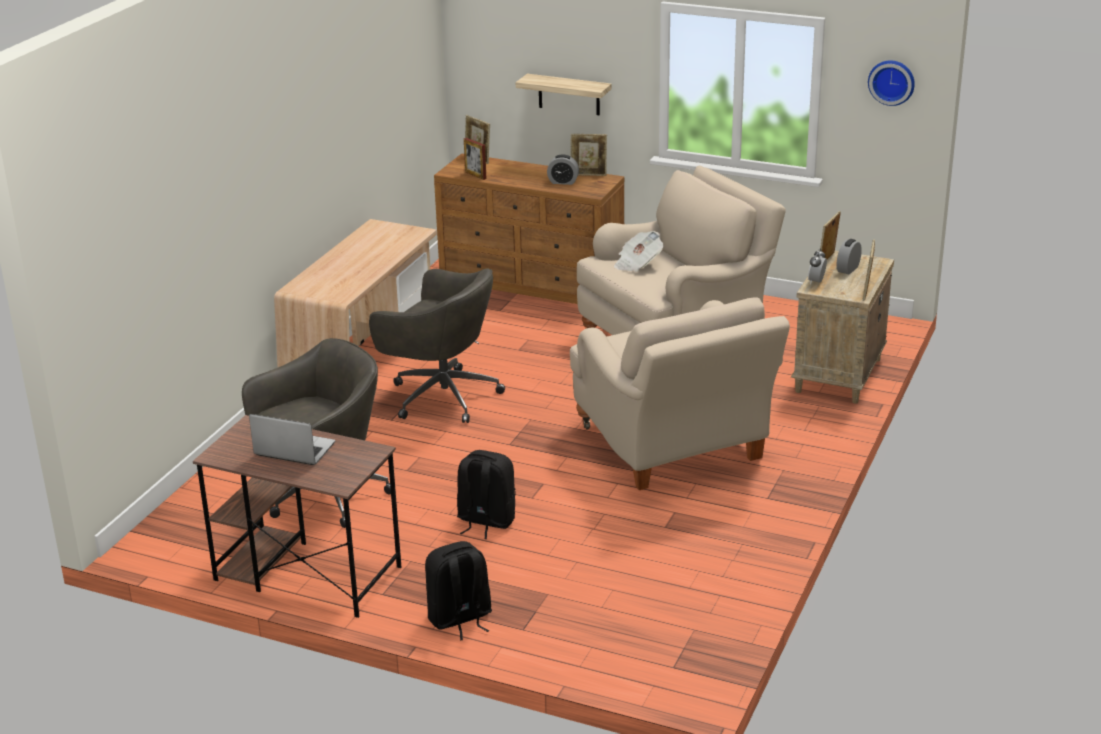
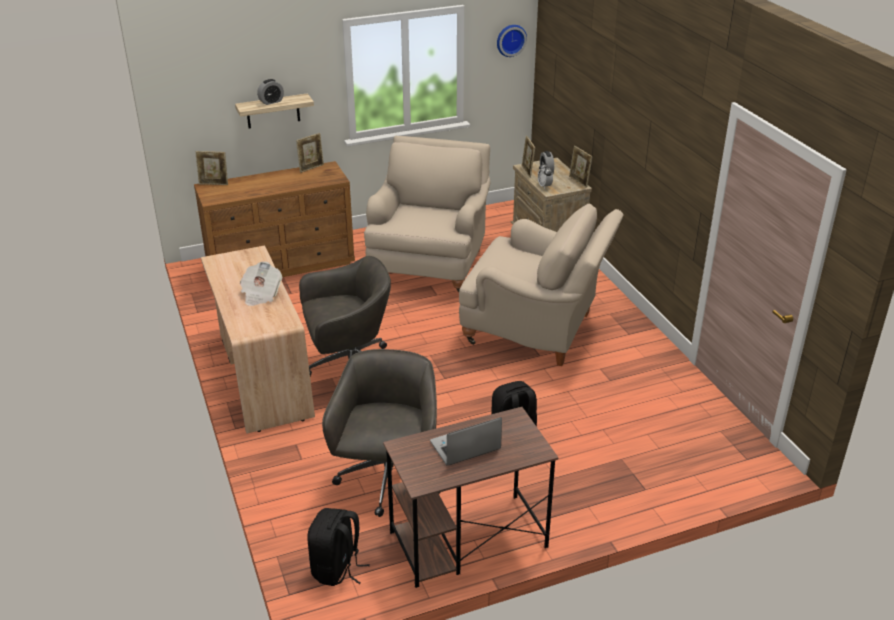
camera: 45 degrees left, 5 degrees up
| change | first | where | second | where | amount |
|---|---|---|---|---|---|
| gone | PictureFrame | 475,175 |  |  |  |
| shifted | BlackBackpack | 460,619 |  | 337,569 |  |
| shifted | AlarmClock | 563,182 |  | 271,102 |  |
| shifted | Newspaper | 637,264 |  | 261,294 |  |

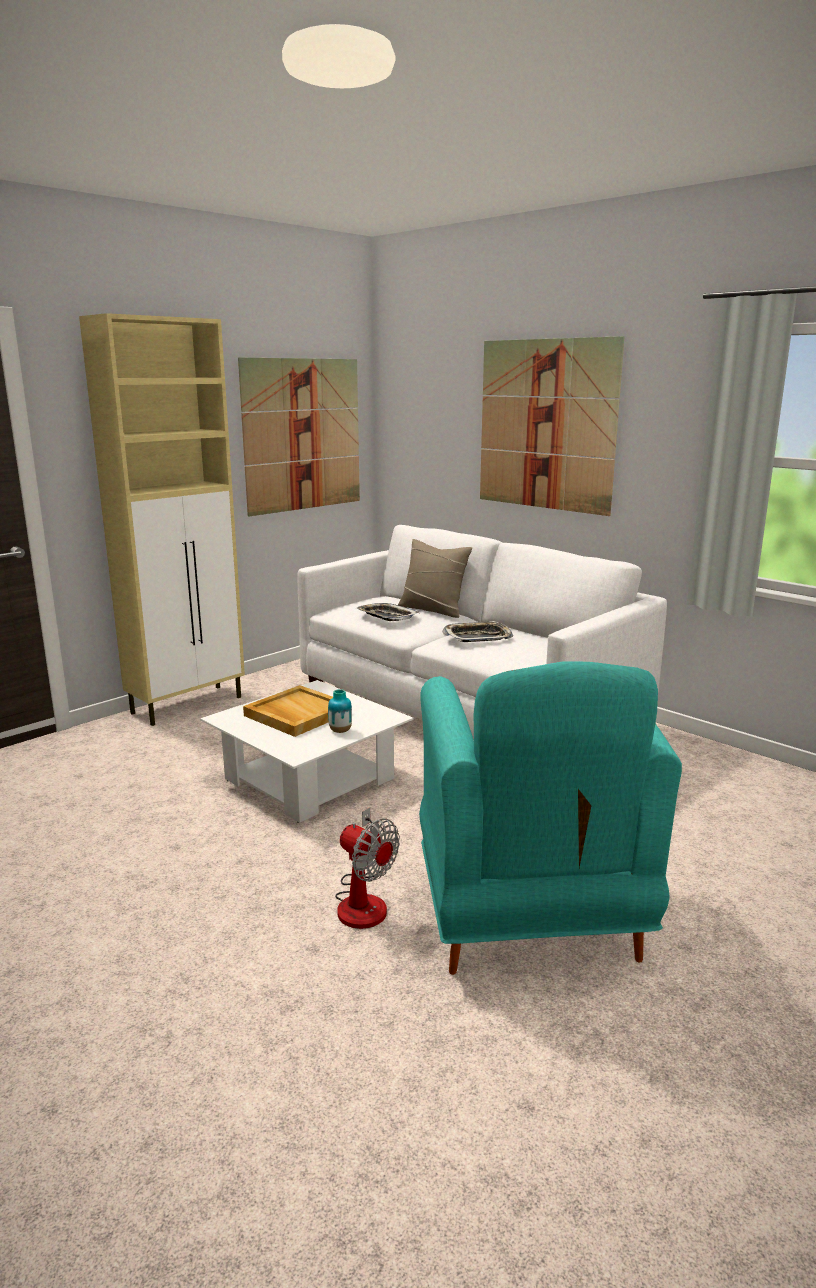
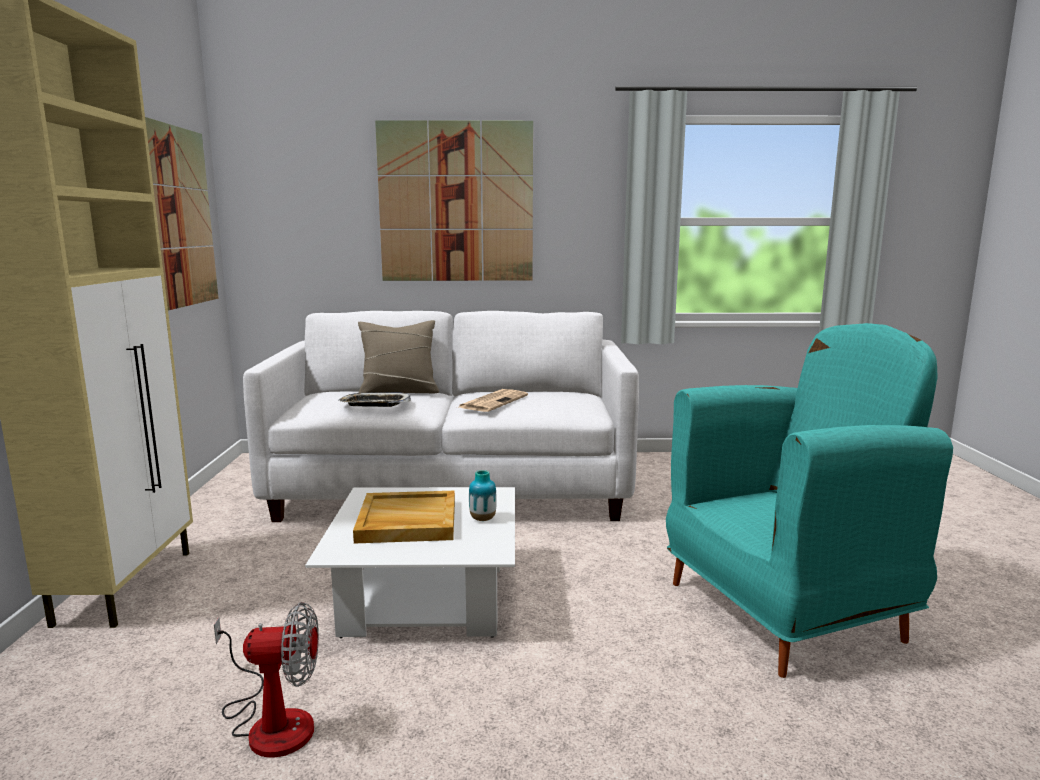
camera: 45 degrees left, 5 degrees down
| change | first | where | second | where | amount |
|---|---|---|---|---|---|
| shifted | Fan | 363,900 |  | 271,721 |  |
| swapped | Tray | 477,637 | Newspaper | 493,401 |  |
| rotated | TurquoiseArmchair | 529,919 |  | 785,610 | 60 degrees counterclockwise |

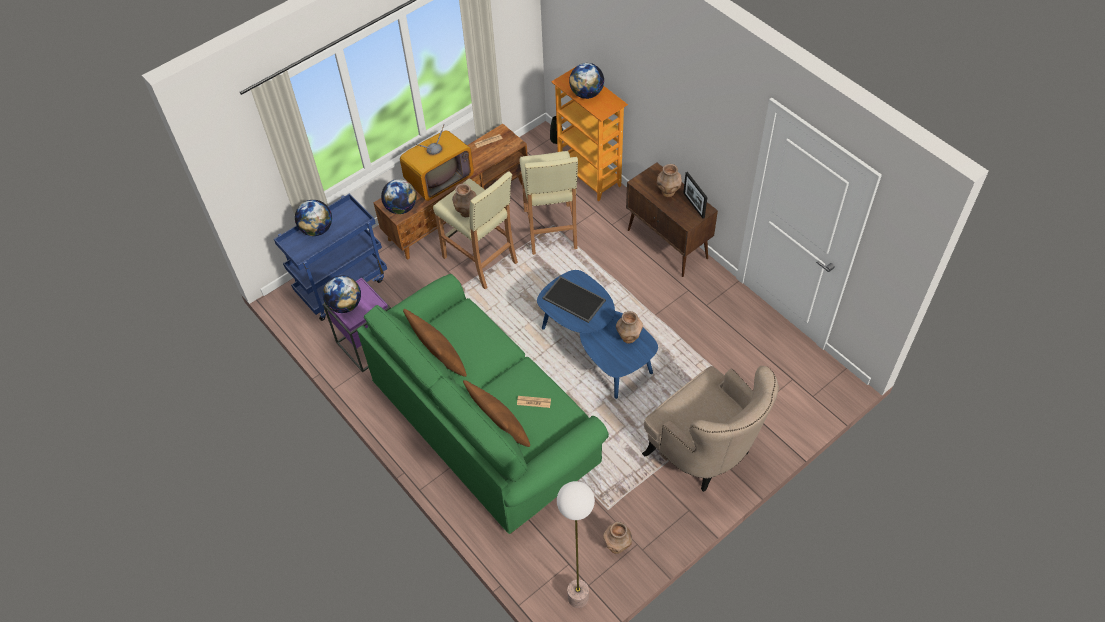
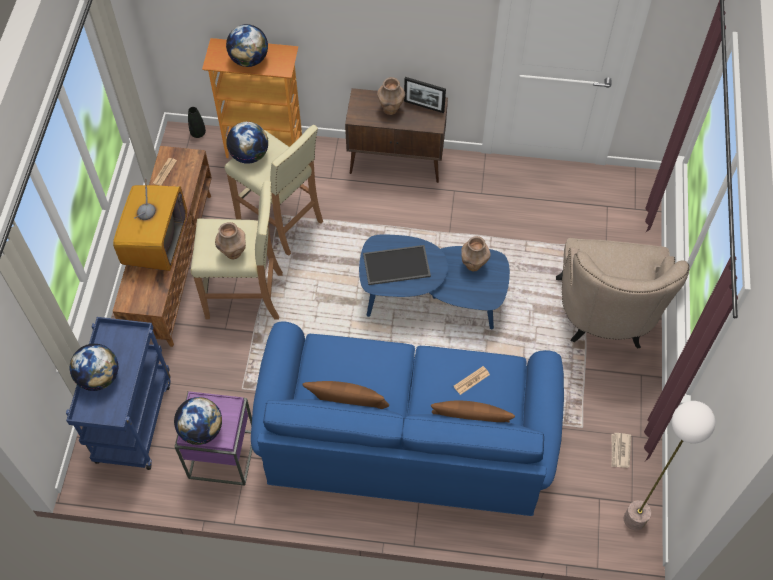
camera: 45 degrees left, 5 degrees up
| change | first | where | second | where | amount |
|---|---|---|---|---|---|
| shifted | Globe | 401,208 |  | 249,155 |  |
| swapped | BrownVase | 617,546 | Newspaper | 620,451 |  |
| repainted | GreenSofa | 484,422 | BlueSofa | 406,439 |  |
| rotated | BeigeArmchair | 705,452 |  | 605,318 | 90 degrees clockwise |

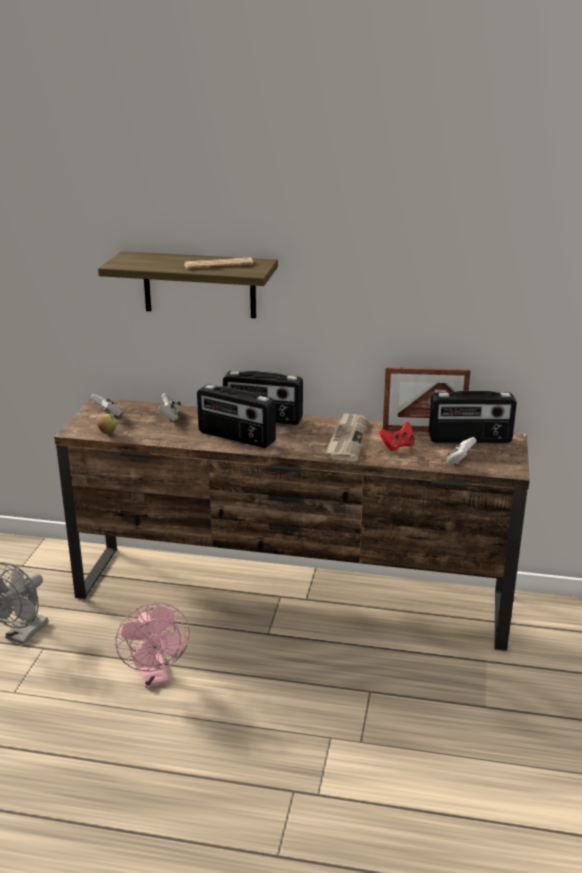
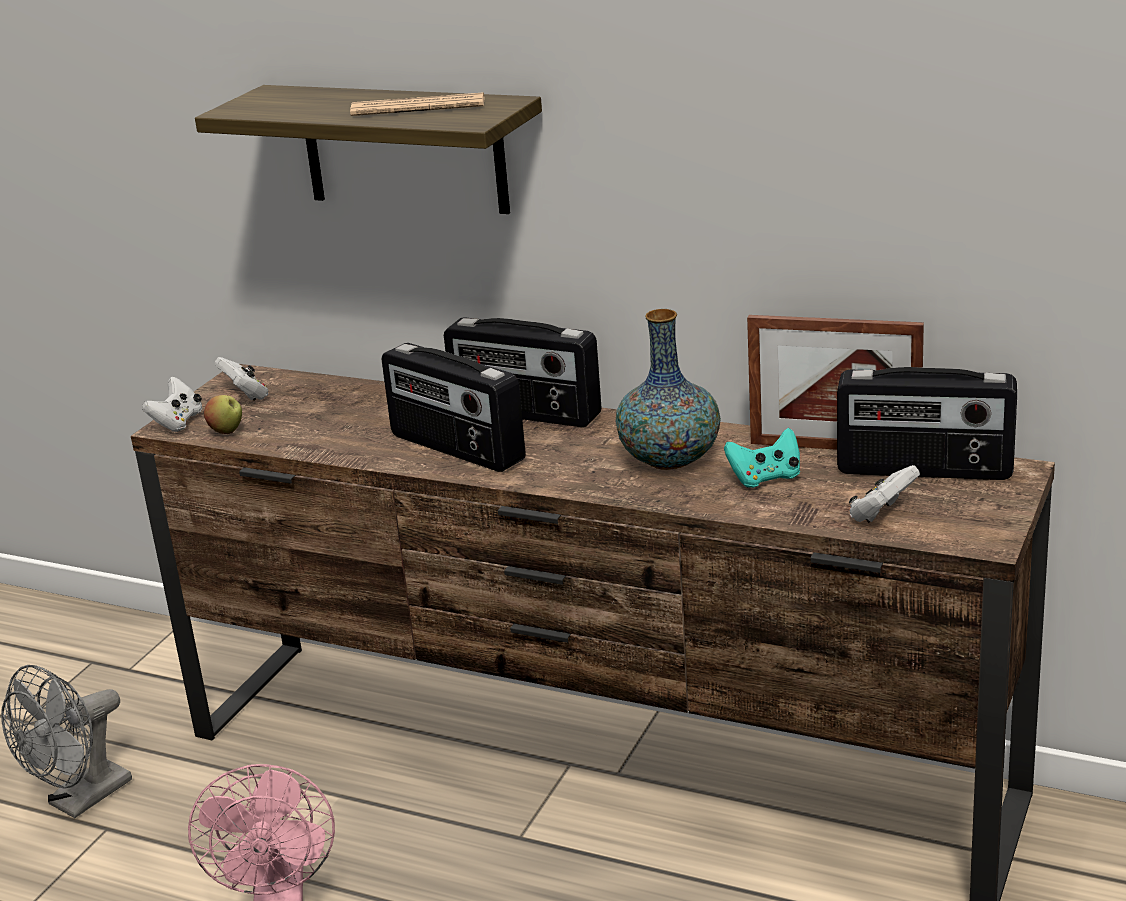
camera: 15 degrees right, 0 degrees up
| change | first | where | second | where | amount |
|---|---|---|---|---|---|
| shifted | WhiteGameController | 170,416 |  | 177,422 |  |
| swapped | Newspaper | 347,439 | Vase | 669,459 |  |
| repainted | RedGameController | 397,446 | TurquoiseGameController | 765,478 |  |

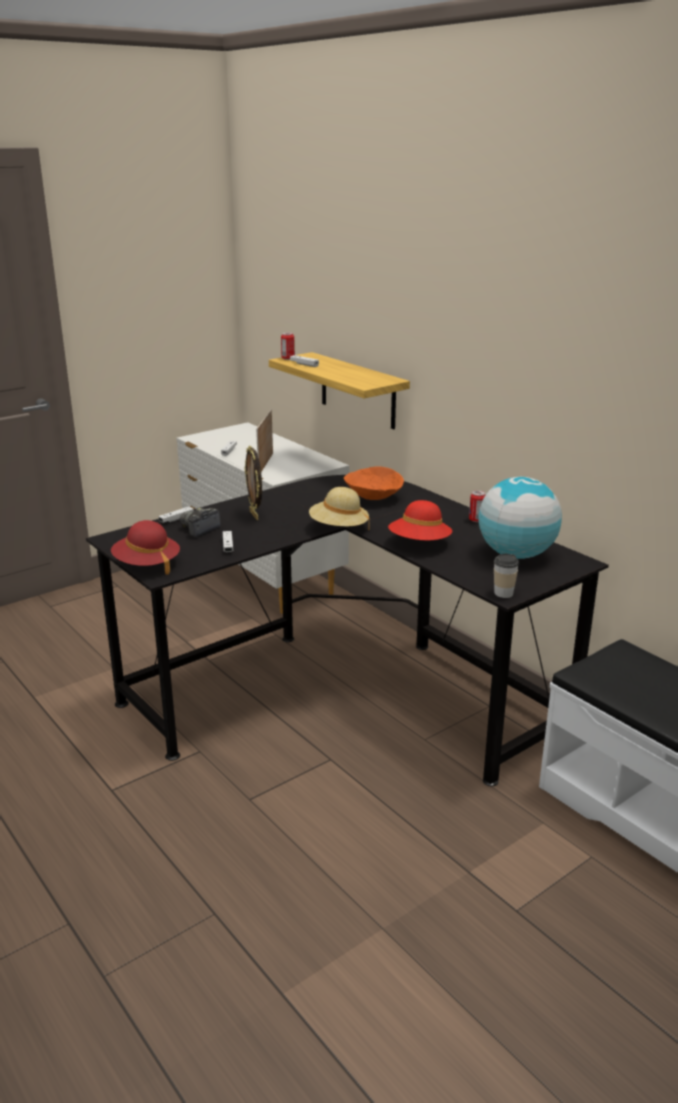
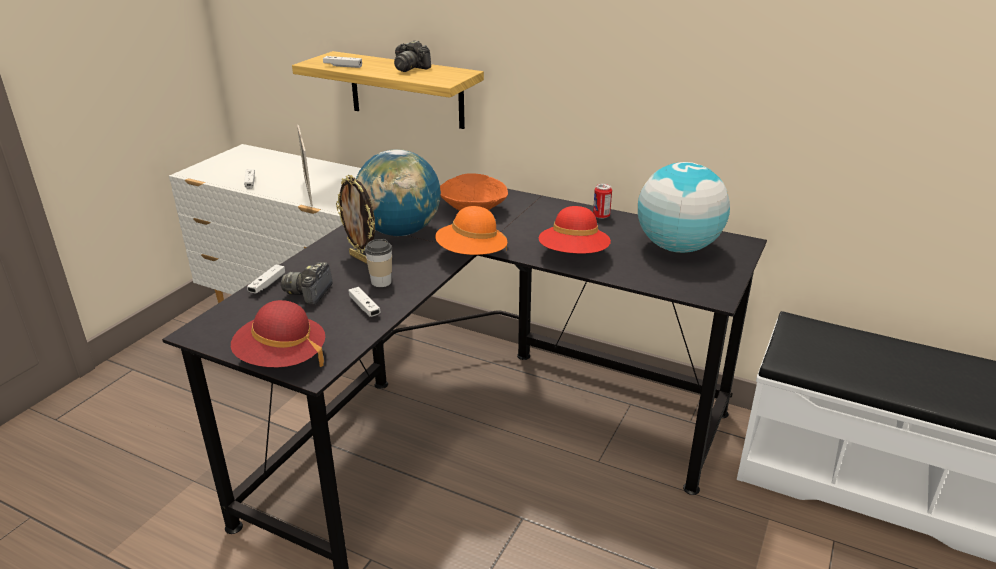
camera: 25 degrees left, 5 degrees up
| change | first | where | second | where | amount |
|---|---|---|---|---|---|
| gone | Can | 288,358 |  |  |  |
| new |  |  | Globe | 400,232 |  |
| new |  |  | PhotoCamera | 410,68 |  |
| shifted | Cup | 503,593 |  | 381,282 |  |
| repainted | BeigeHat | 338,528 | OrangeHat | 471,255 |  |

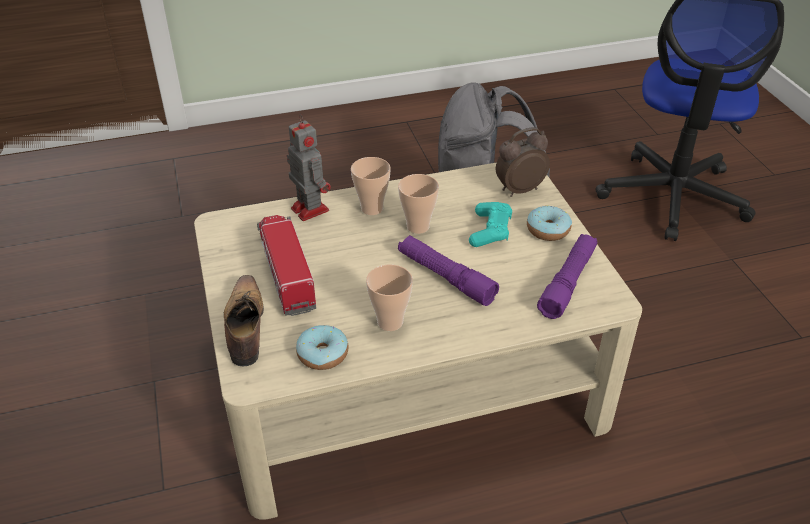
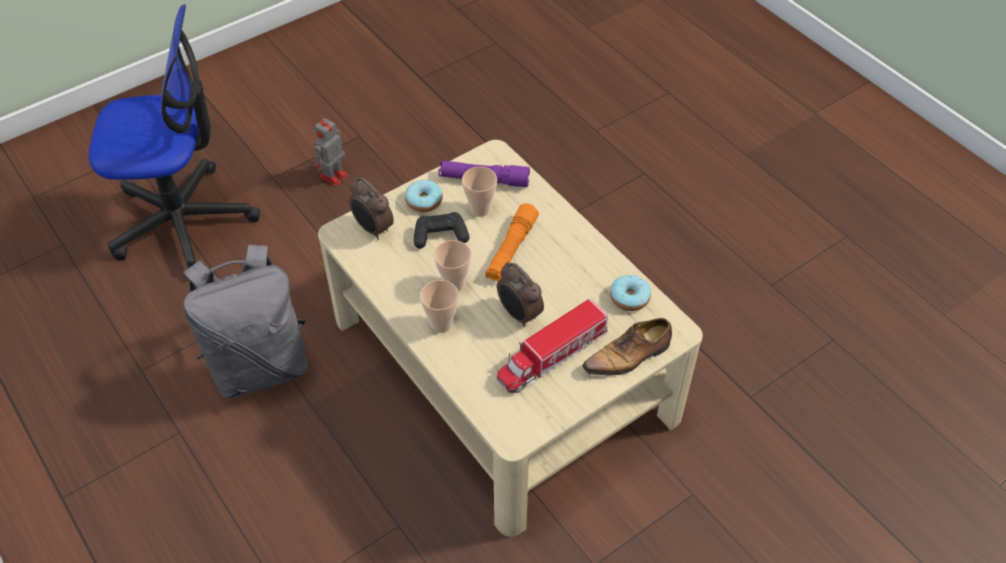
camera: 110 degrees left, 10 degrees up
| change | first | where | second | where | amount |
|---|---|---|---|---|---|
| new |  |  | AlarmClock | 519,315 |  |
| shifted | ToyRobot | 309,208 |  | 332,177 |  |
| shifted | Cup | 390,322 |  | 480,209 |  |
| repainted | PurpleFlashlight | 445,277 | OrangeFlashlight | 511,249 |  |
| repainted | TurquoiseGameController | 490,231 | BlackGameController | 440,235 |  |

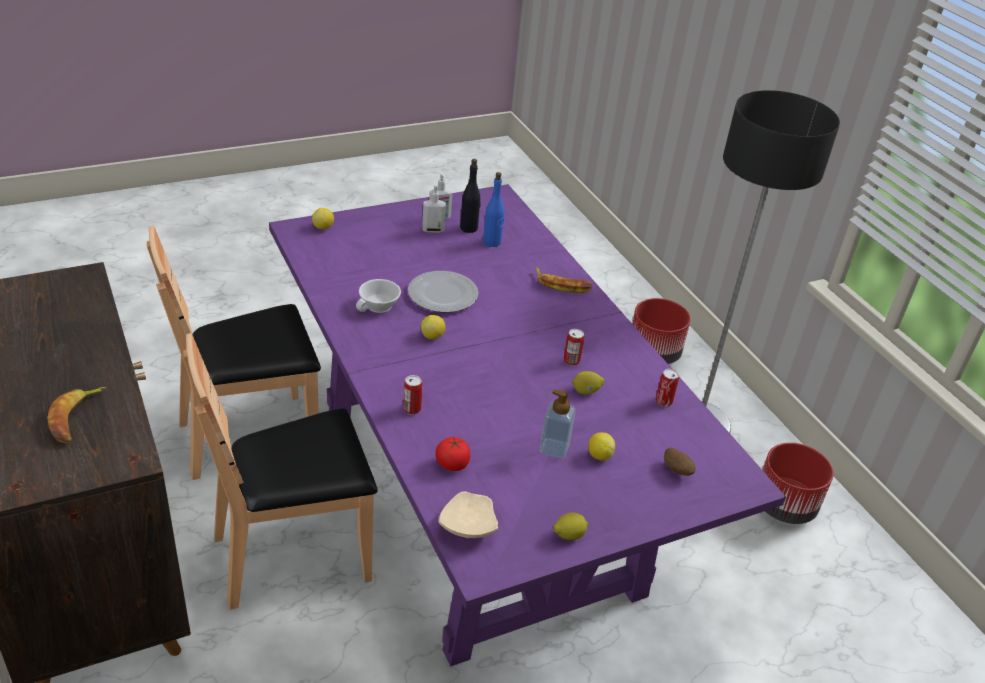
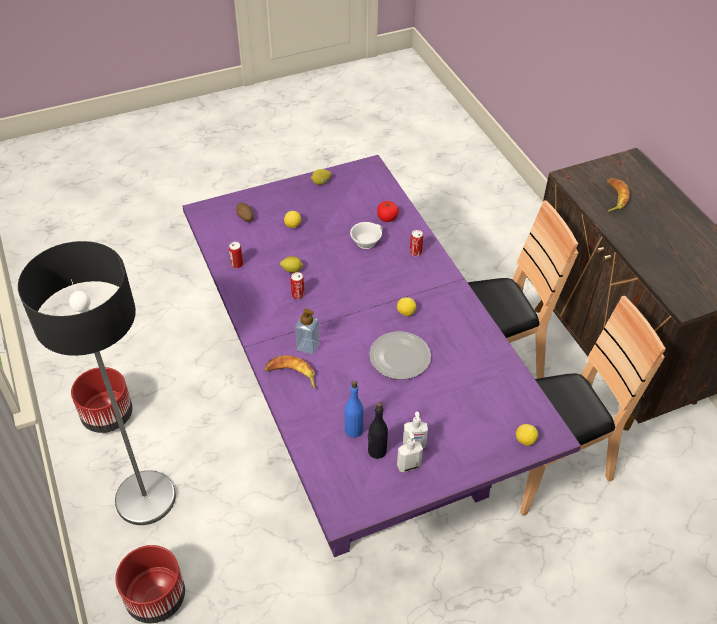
camera: 175 degrees left, 10 degrees up
| change | first | where | second | where | amount |
|---|---|---|---|---|---|
| gone | BeigePlate | 467,526 |  |  |  |
| shifted | WhiteCup | 379,307 |  | 365,241 |  |
| shifted | SoapDispenser | 554,448 |  | 308,346 |  |

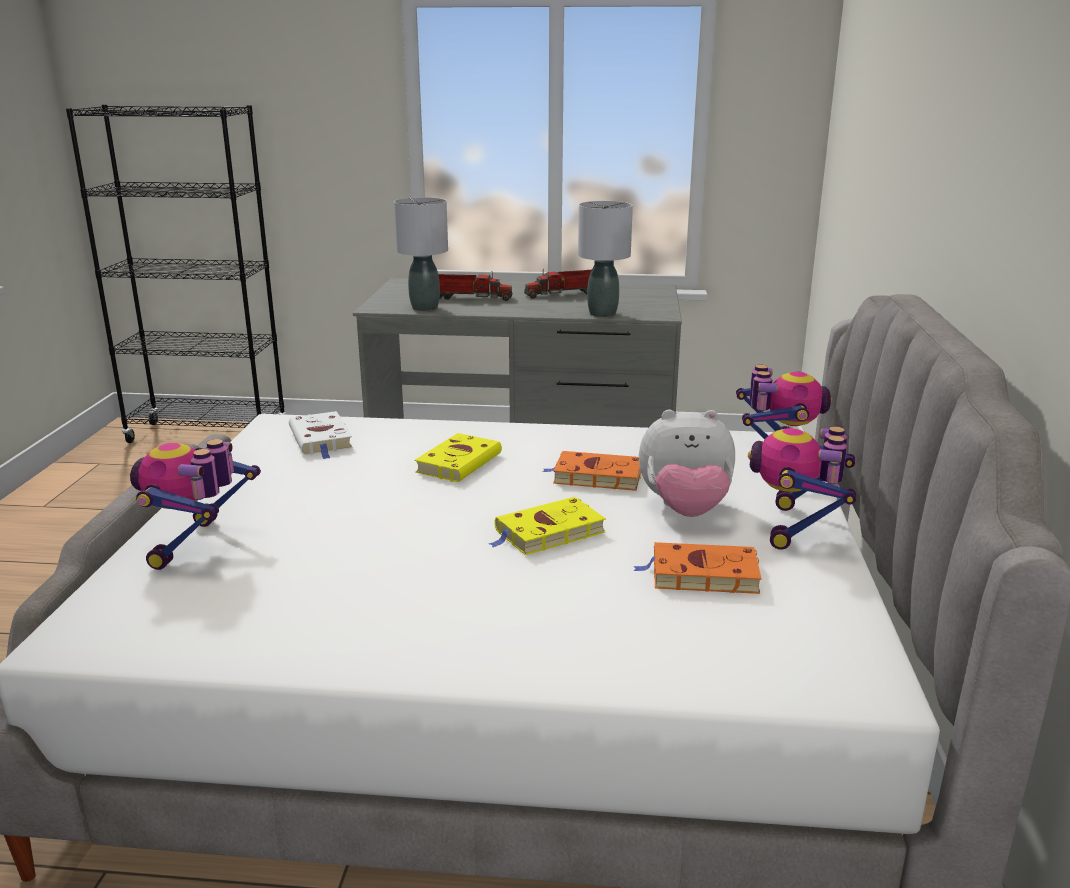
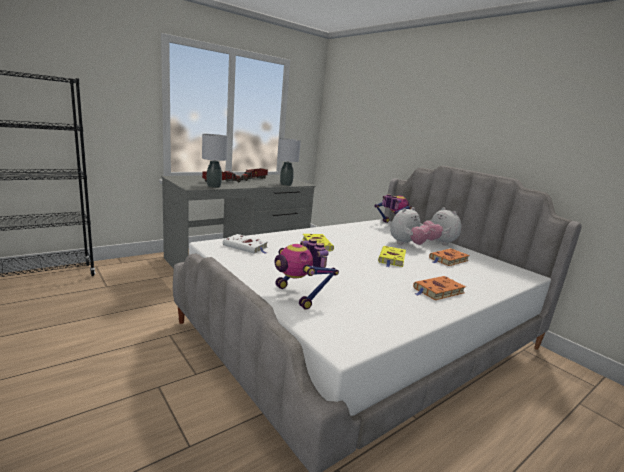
camera: 45 degrees left, 5 degrees down
| change | first | where | second | where | amount |
|---|---|---|---|---|---|
| shifted | OrangeBook | 595,476 |  | 437,291 |  |
| swapped | ToyRobot | 797,528 | PlushToy | 438,243 |  |

